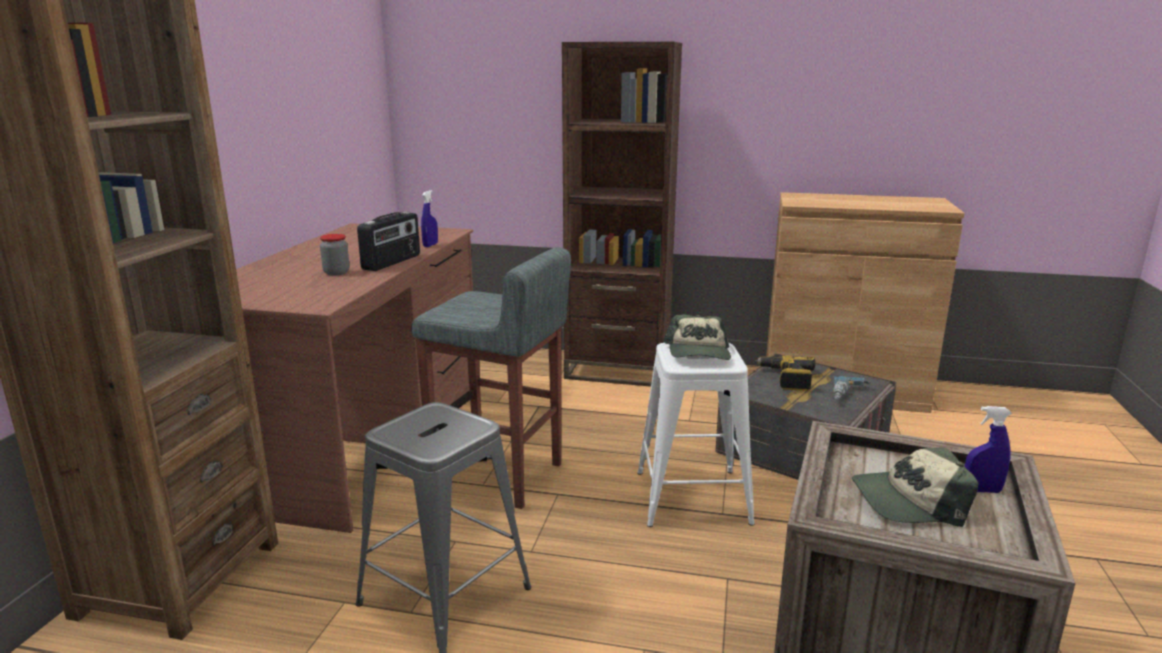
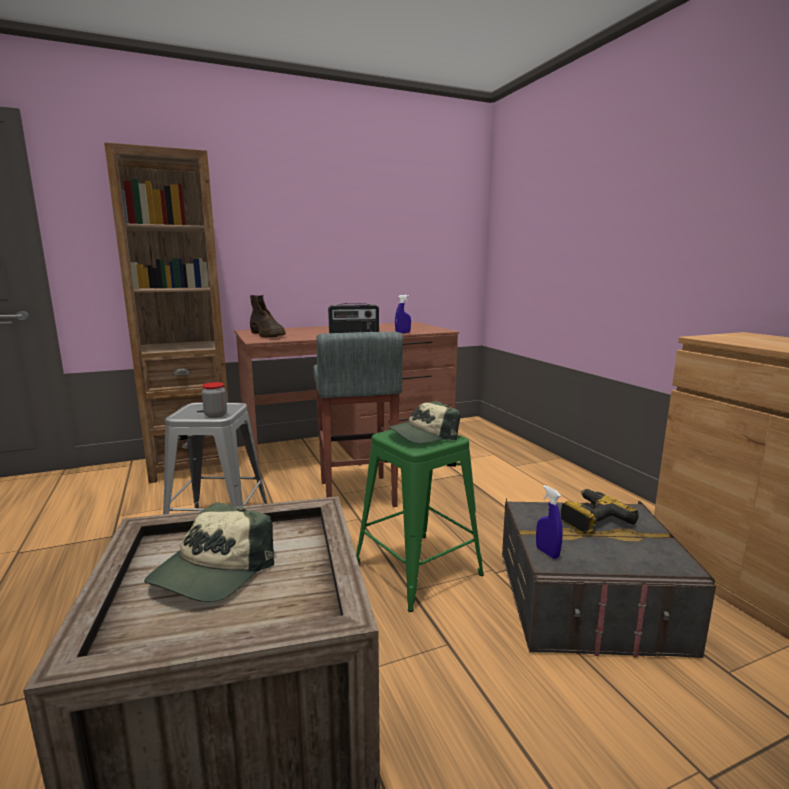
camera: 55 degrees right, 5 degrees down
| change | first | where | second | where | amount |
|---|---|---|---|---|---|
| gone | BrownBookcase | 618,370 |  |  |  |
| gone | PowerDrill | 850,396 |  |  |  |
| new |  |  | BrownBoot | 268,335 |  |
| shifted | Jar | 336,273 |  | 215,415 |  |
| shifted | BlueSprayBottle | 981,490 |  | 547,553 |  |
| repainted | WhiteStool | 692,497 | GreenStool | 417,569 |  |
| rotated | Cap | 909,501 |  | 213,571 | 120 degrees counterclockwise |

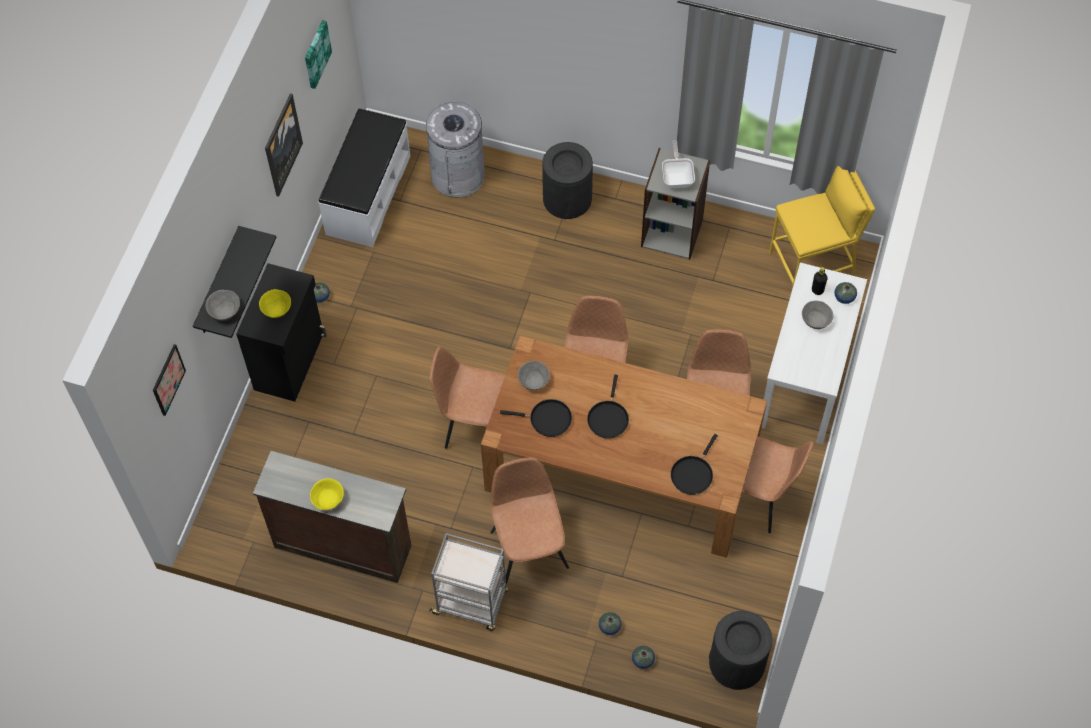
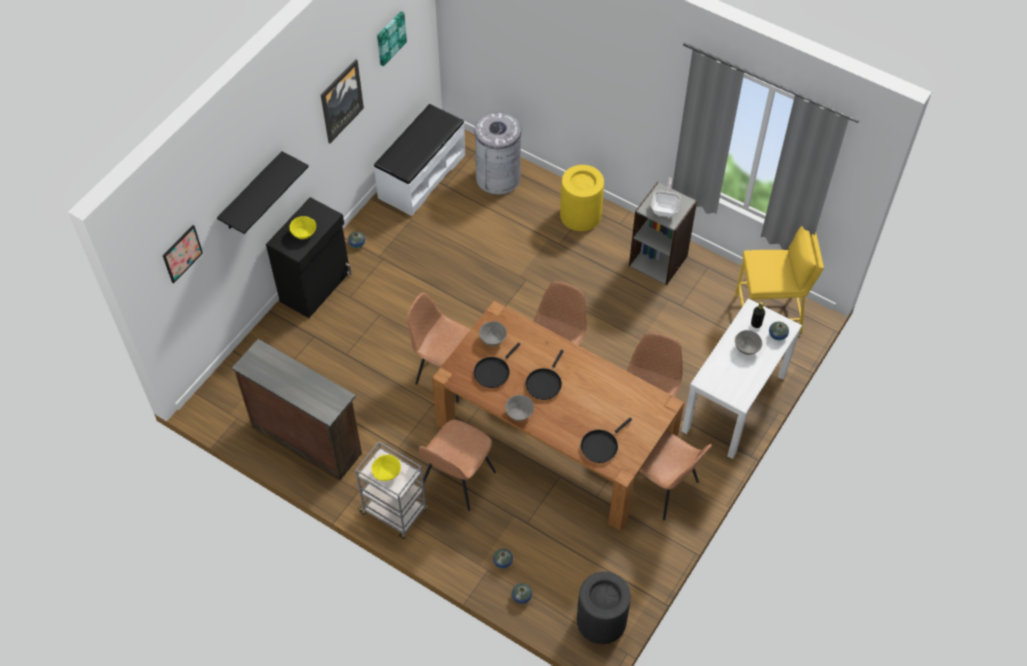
camera: 15 degrees right, 5 degrees down
| change | first | where | second | where | amount |
|---|---|---|---|---|---|
| shifted | GreyBowl | 225,312 |  | 519,413 |  |
| shifted | YellowBowl | 328,499 |  | 387,472 |  |
| repainted | BlackTrashCan | 567,198 | YellowTrashCan | 580,214 |  |
| rotated | BrownChair | 529,547 |  | 457,480 | 150 degrees counterclockwise |
| rotated | BlackFryingPan | 547,419 |  | 493,371 | 105 degrees clockwise |

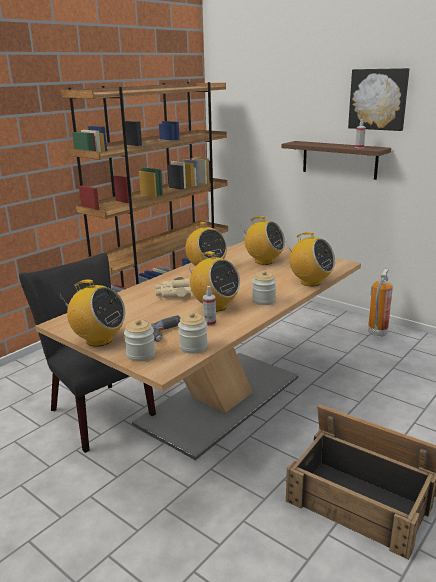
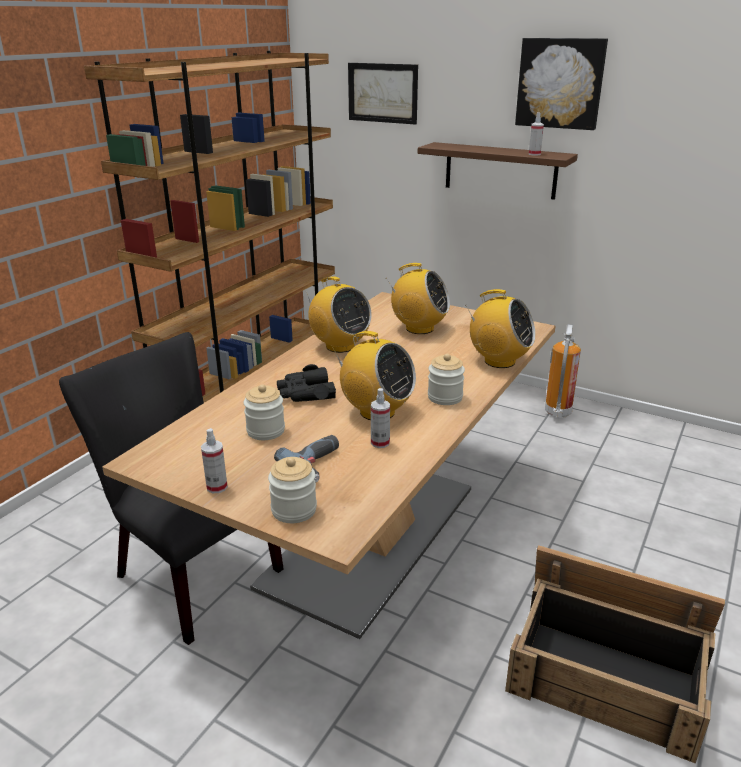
camera: 10 degrees left, 5 degrees up
| change | first | where | second | where | amount |
|---|---|---|---|---|---|
| new |  |  | Picture | 382,93 |  |
| shifted | Jar | 193,347 |  | 265,431 |  |
| swapped | Radio | 99,340 | SprayBottle | 217,487 |  |
| repainted | BeigeBinoculars | 173,294 | BlackBinoculars | 305,393 |  |

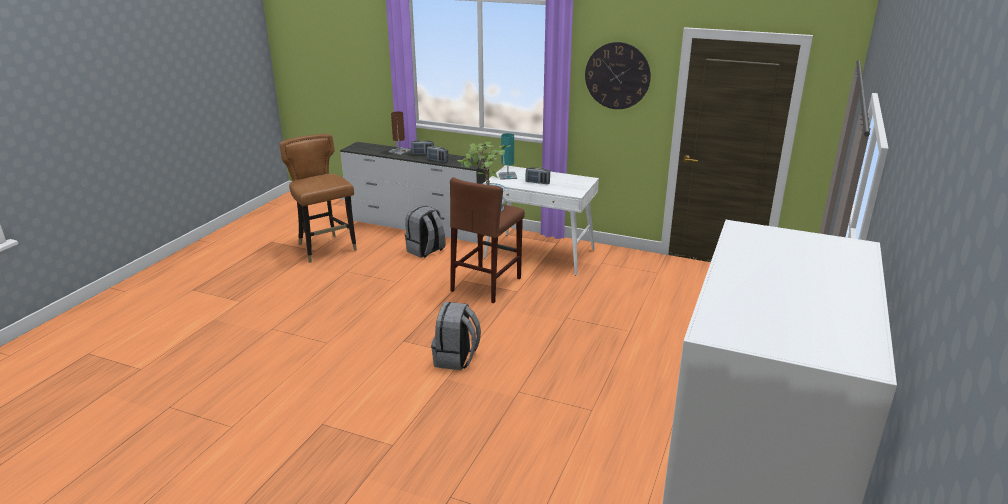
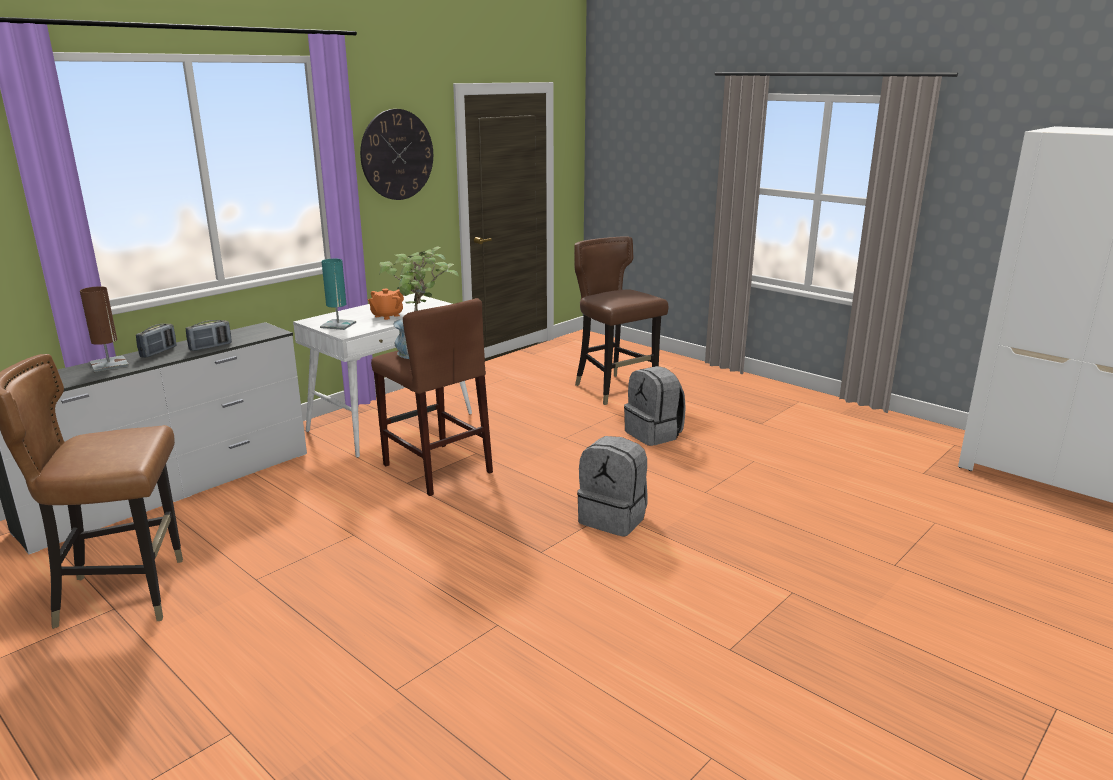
camera: 70 degrees left, 5 degrees down
| change | first | where | second | where | amount |
|---|---|---|---|---|---|
| new |  |  | BrownChair | 615,389 |  |
| shifted | GreyBackpack | 426,251 |  | 654,434 |  |
| swapped | Radio | 537,182 | OrangeTeapot | 386,316 |  |

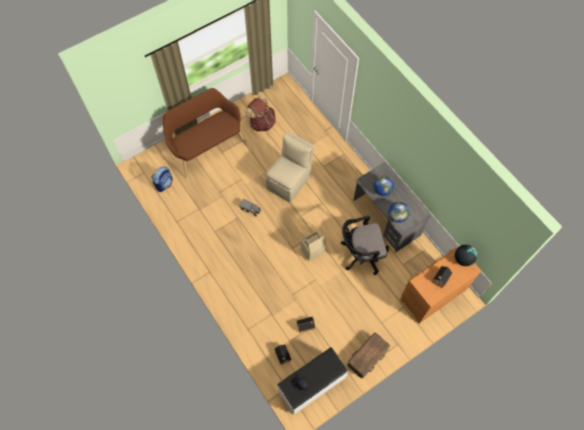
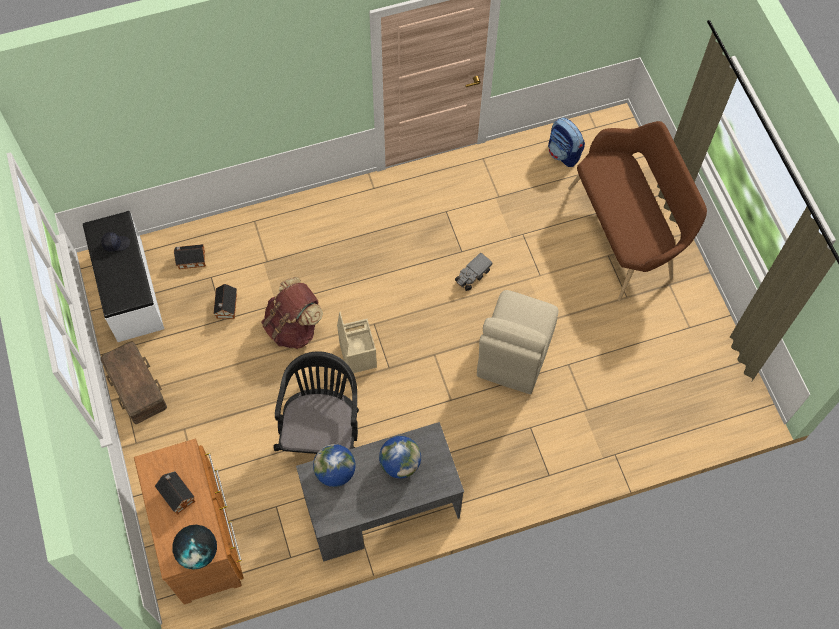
camera: 105 degrees right, 0 degrees up
| change | first | where | second | where | amount |
|---|---|---|---|---|---|
| shifted | BrownBackpack | 262,123 |  | 293,327 |  |
| rotated | BeigeChair | 289,181 |  | 513,356 | 60 degrees clockwise |

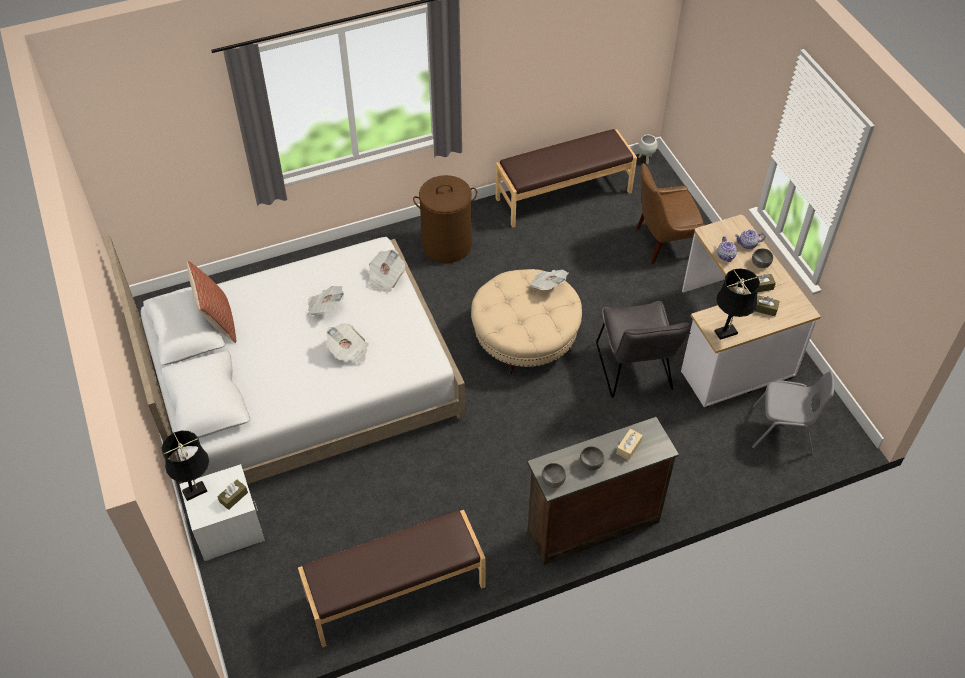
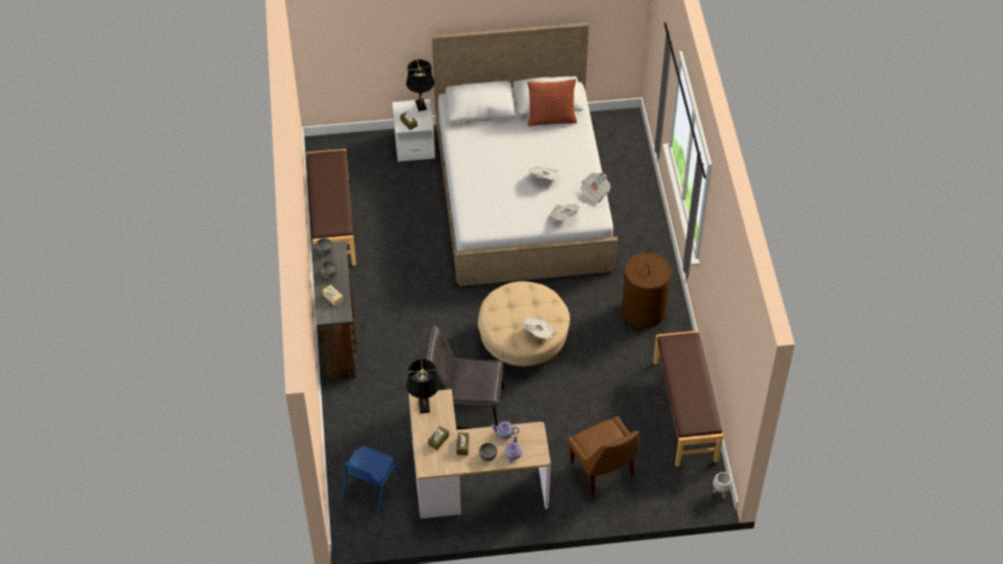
camera: 105 degrees right, 0 degrees up
| change | first | where | second | where | amount |
|---|---|---|---|---|---|
| shifted | Newspaper | 349,352 |  | 592,195 |  |
| repainted | GreyChair | 783,431 | BlueChair | 371,489 |  |
| rotated | BrownChair | 662,243 |  | 603,471 | 150 degrees clockwise |

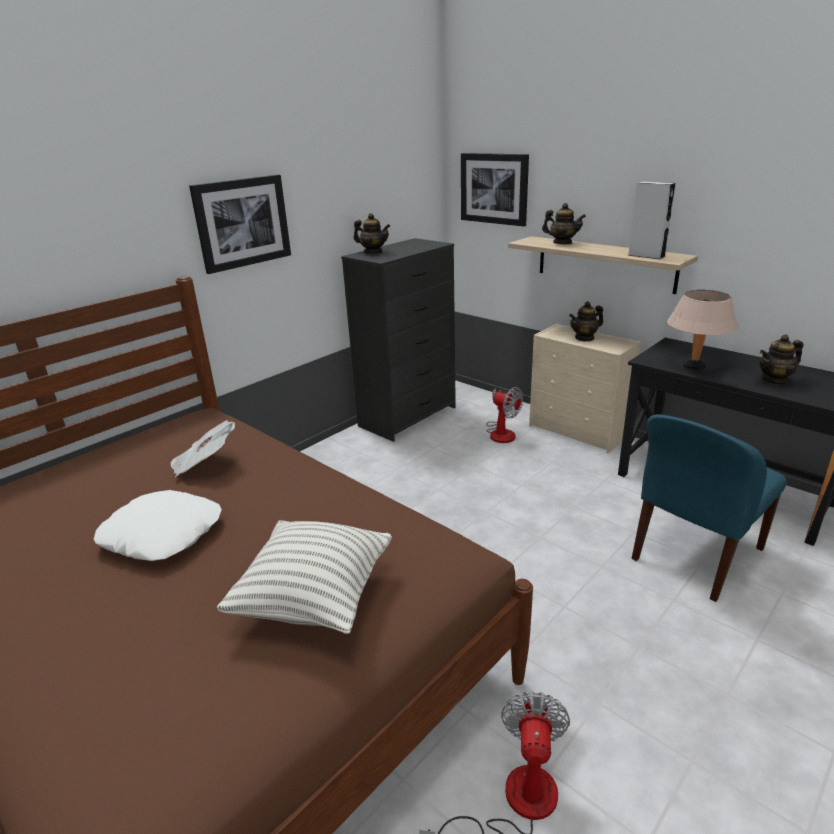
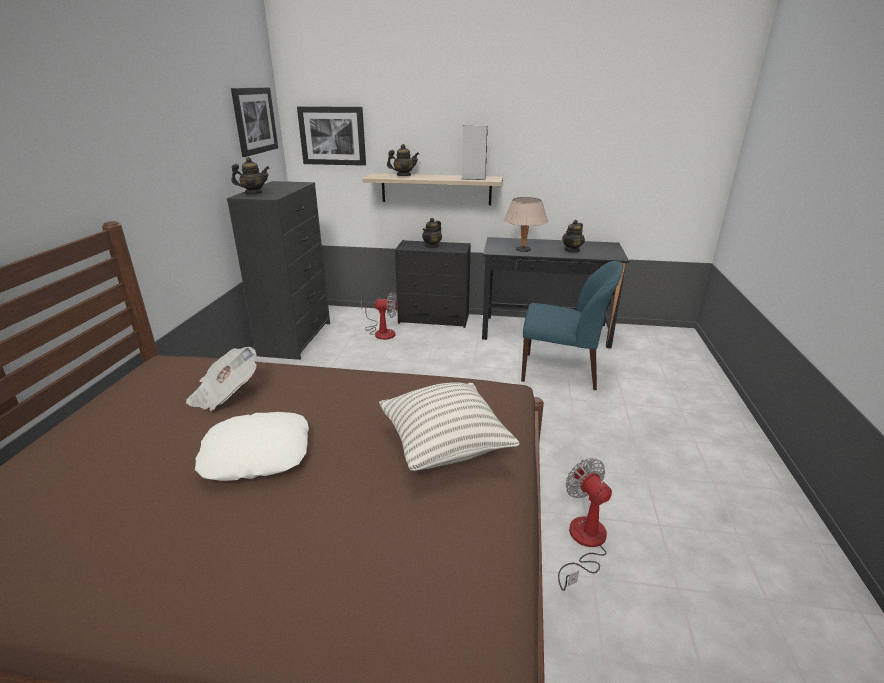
camera: 35 degrees left, 0 degrees up
| change | first | where | second | where | amount |
|---|---|---|---|---|---|
| shifted | Picture | 242,222 |  | 254,120 |  |
| repainted | BeigeDresser | 579,431 | BlackDresser | 435,319 |  |
| rotated | BlueChair | 695,555 |  | 561,371 | 90 degrees counterclockwise |

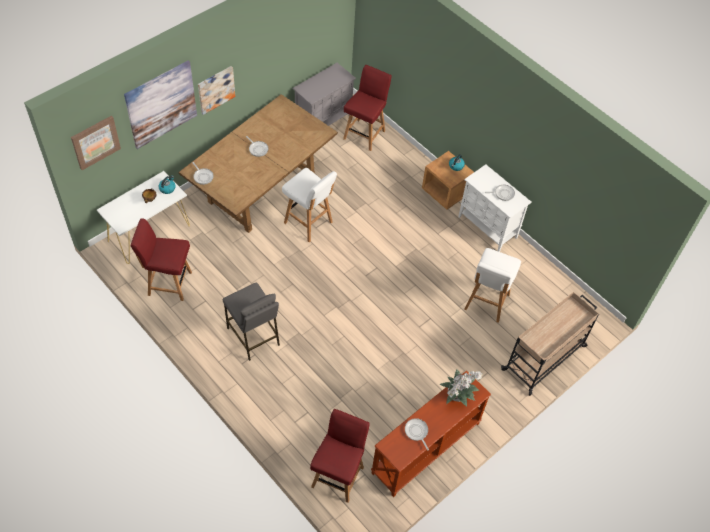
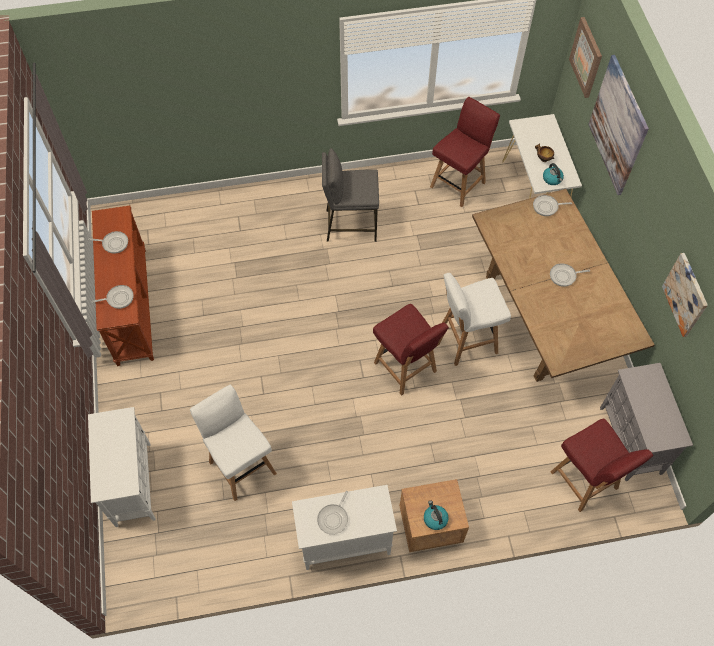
camera: 125 degrees right, 5 degrees up
| change | first | where | second | where | amount |
|---|---|---|---|---|---|
| shifted | Picture | 216,89 |  | 686,295 |  |
| shifted | RedChair | 338,475 |  | 406,368 |  |
| swapped | PottedPlant | 458,396 | FryingPan | 118,298 |  |
| swapped | BeigeCart | 545,357 | WhiteCabinet | 133,483 |  |

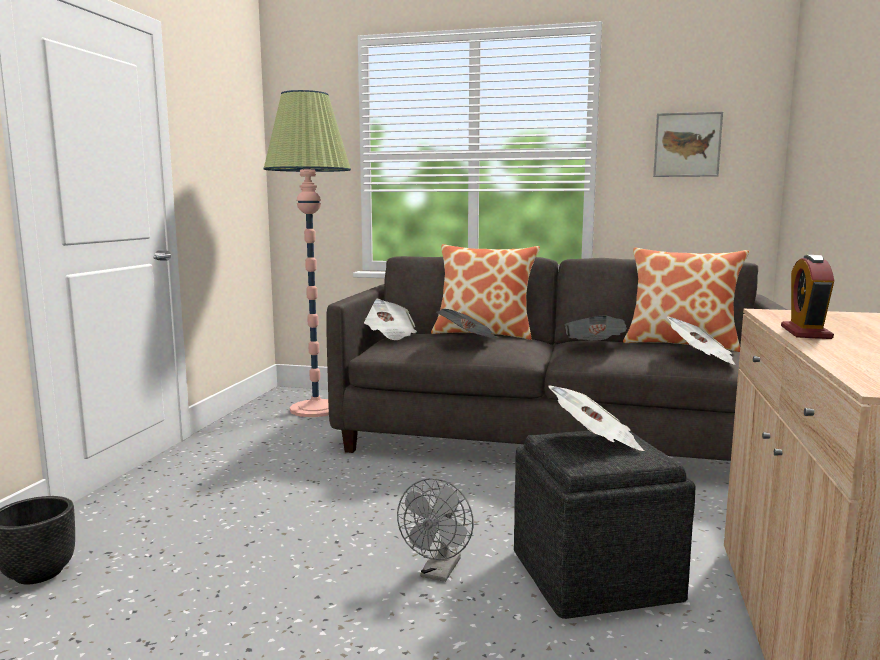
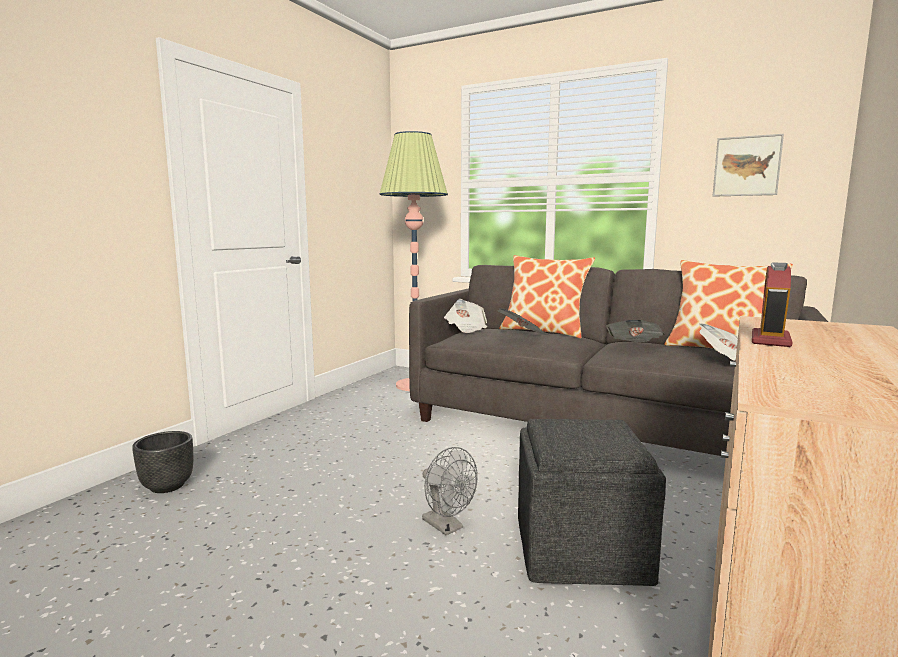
camera: 15 degrees right, 0 degrees up
| change | first | where | second | where | amount |
|---|---|---|---|---|---|
| gone | Newspaper | 595,442 |  |  |  |
| rotated | GreyFan | 438,573 |  | 447,527 | 75 degrees counterclockwise |

